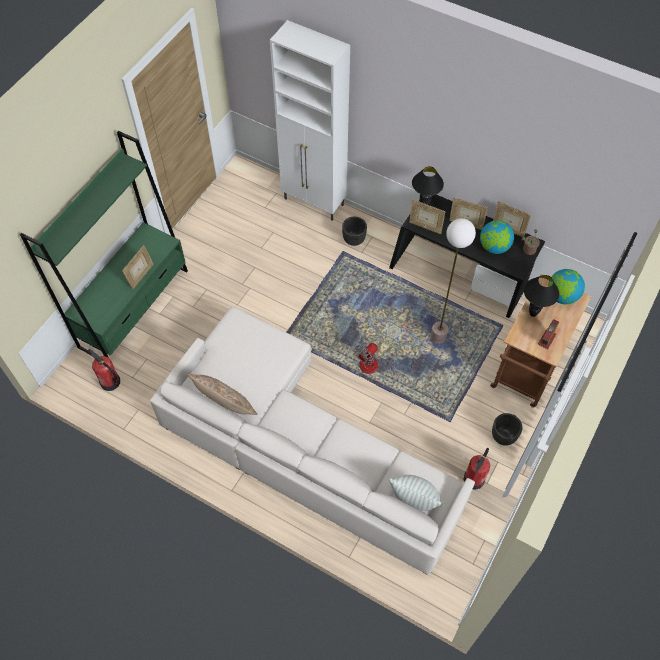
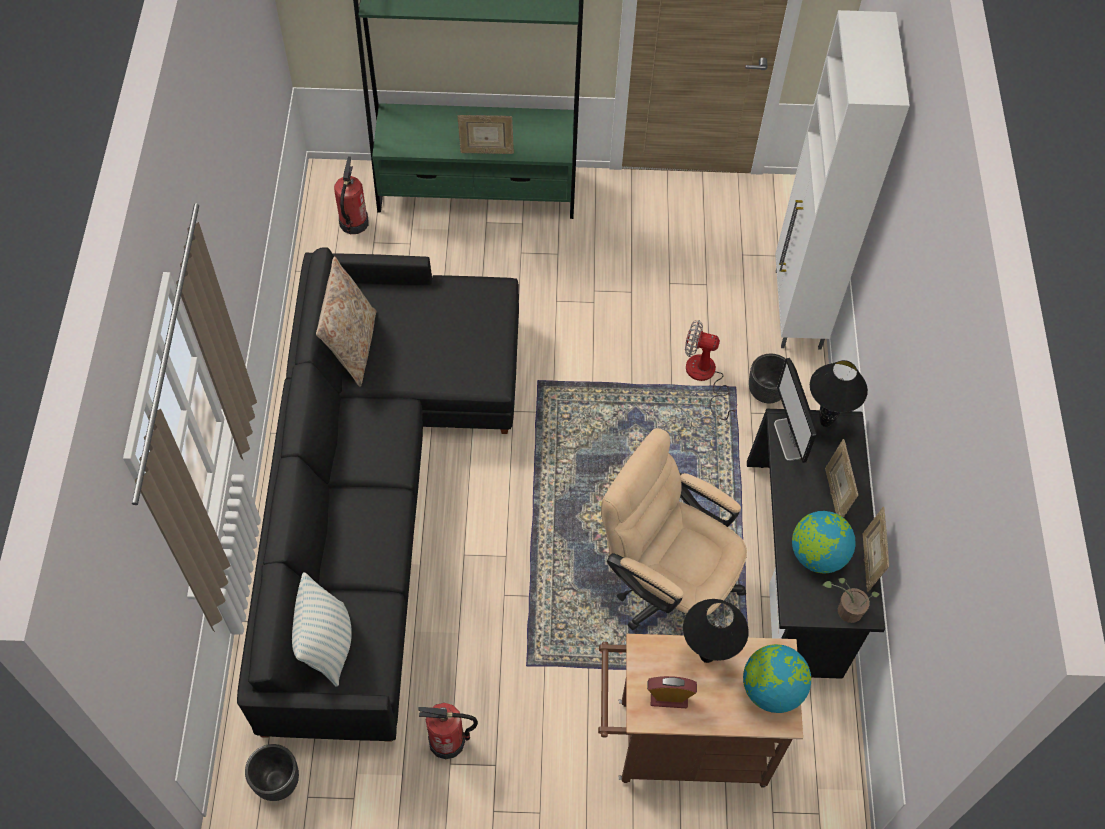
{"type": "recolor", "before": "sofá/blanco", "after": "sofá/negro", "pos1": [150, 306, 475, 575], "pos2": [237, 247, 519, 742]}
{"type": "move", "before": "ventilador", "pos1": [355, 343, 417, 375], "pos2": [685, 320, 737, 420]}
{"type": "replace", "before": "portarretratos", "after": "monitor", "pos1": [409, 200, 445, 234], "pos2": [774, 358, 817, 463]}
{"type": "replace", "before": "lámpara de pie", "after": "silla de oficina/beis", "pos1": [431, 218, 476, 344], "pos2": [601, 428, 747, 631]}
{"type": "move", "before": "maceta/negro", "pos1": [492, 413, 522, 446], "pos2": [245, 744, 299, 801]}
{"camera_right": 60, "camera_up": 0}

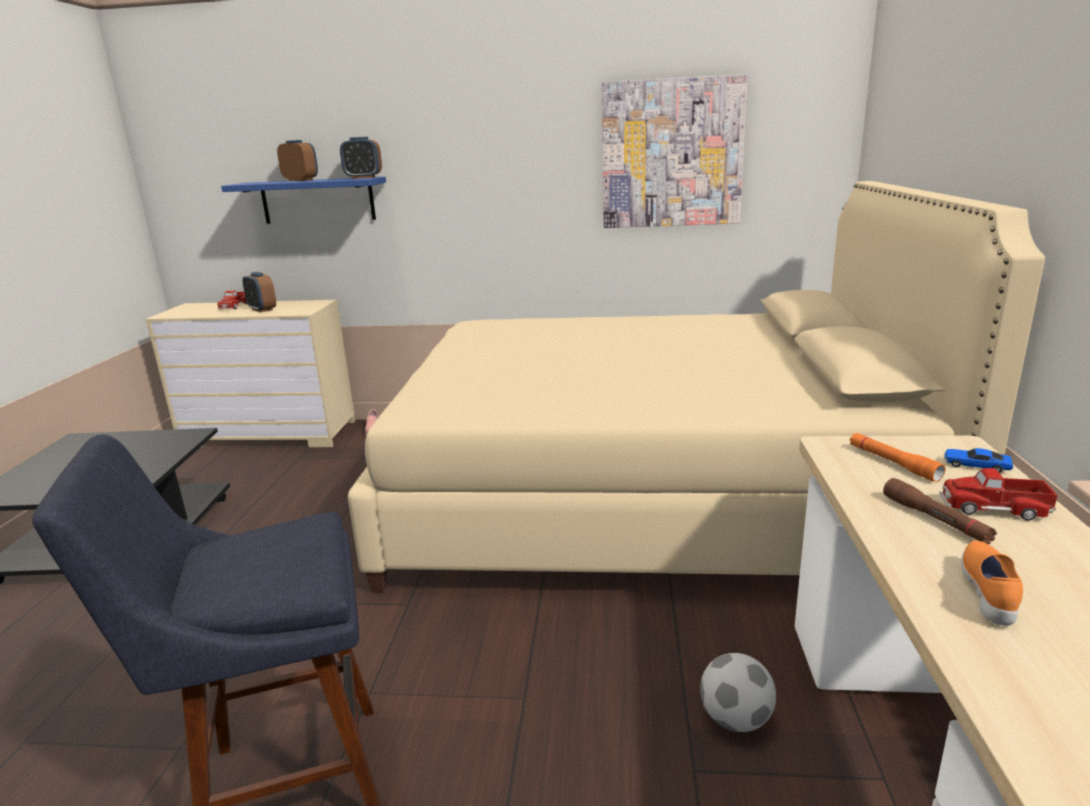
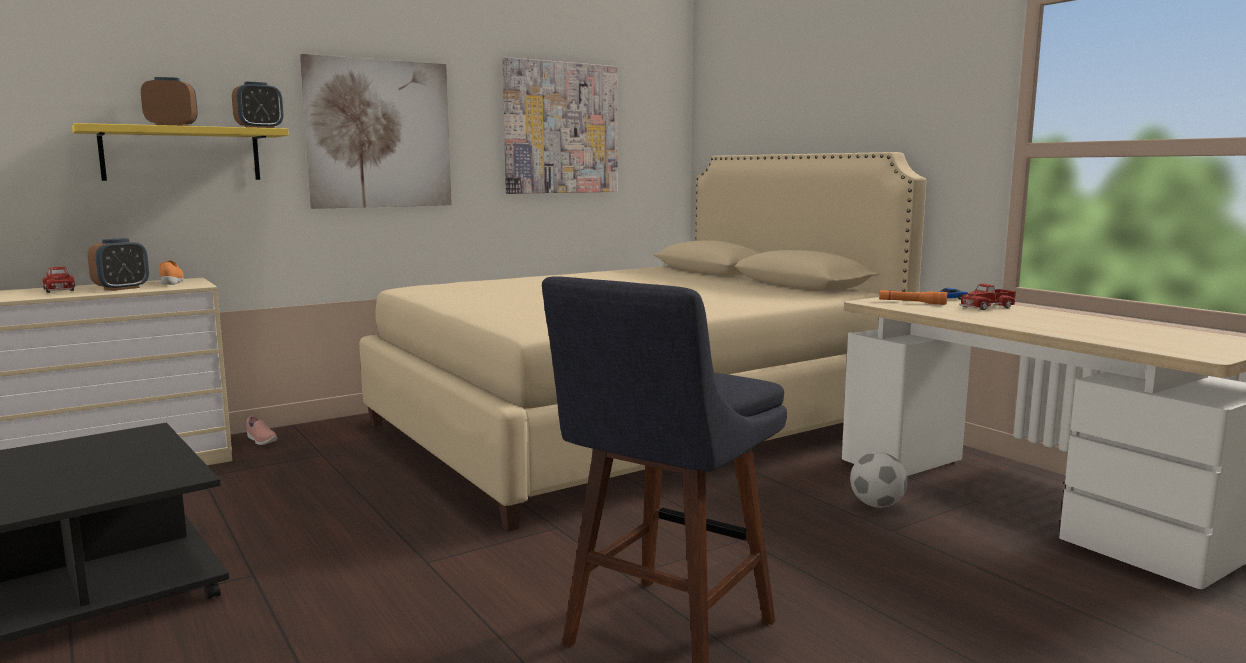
{"type": "recolor", "before": "estante/azul", "after": "estante/amarillo", "pos1": [221, 177, 386, 224], "pos2": [72, 123, 289, 181]}
{"type": "rotate", "before": "despertador", "pos1": [242, 272, 276, 312], "pos2": [88, 238, 149, 291], "turn": -60}
{"type": "delete", "before": "linterna/marrón", "pos1": [883, 478, 997, 544]}
{"type": "move", "before": "zapato/naranja", "pos1": [961, 541, 1023, 626], "pos2": [159, 260, 184, 285]}
{"type": "insert", "after": "cuadro", "pos2": [300, 54, 452, 209]}
{"camera_right": -40, "camera_up": -10}

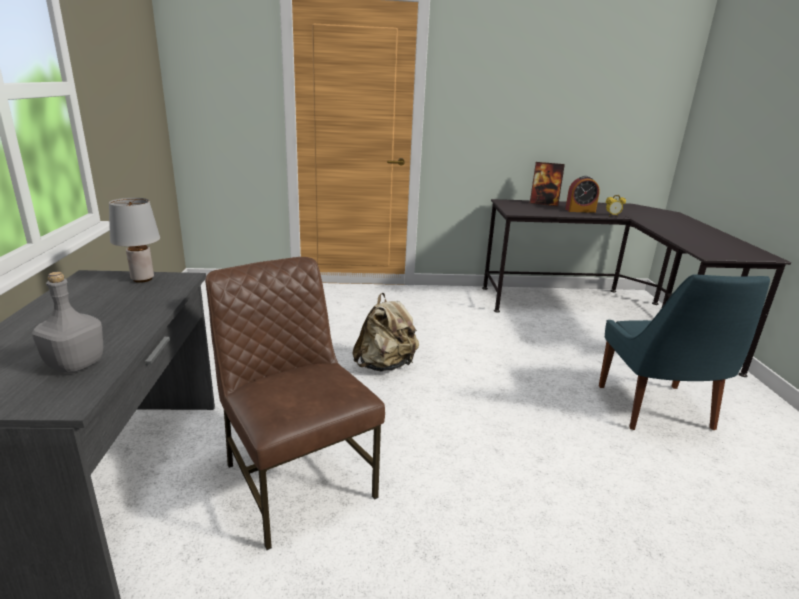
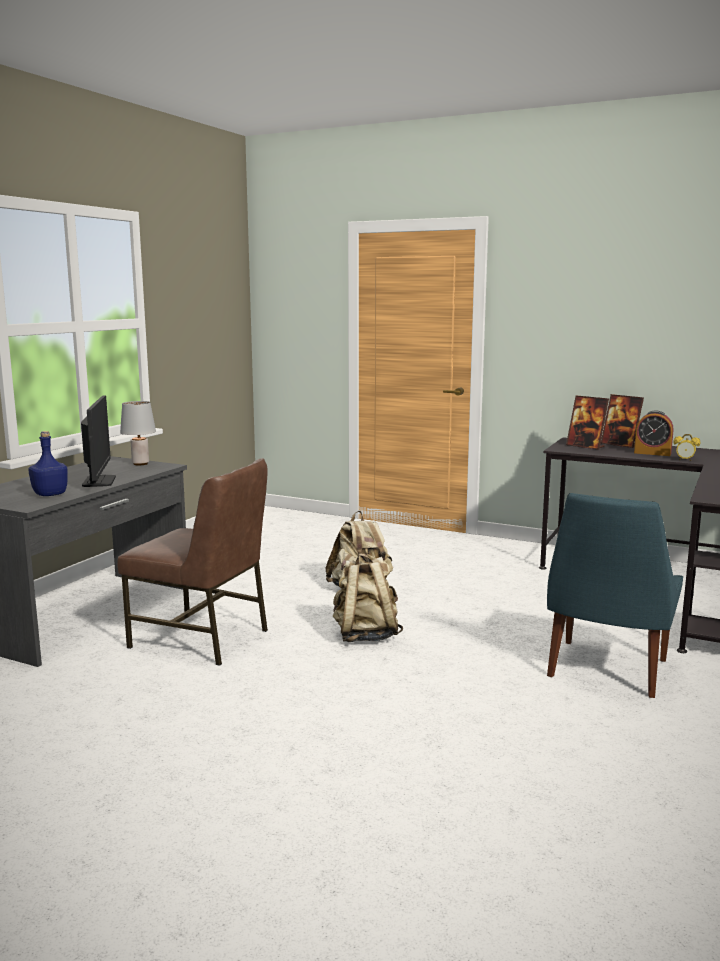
{"type": "recolor", "before": "botella/gris", "after": "botella/azul", "pos1": [32, 272, 103, 373], "pos2": [28, 431, 68, 496]}
{"type": "rotate", "before": "silla/marrón", "pos1": [205, 257, 385, 550], "pos2": [117, 458, 268, 666], "turn": 120}
{"type": "insert", "after": "monitor", "pos2": [81, 395, 116, 487]}
{"type": "insert", "after": "mochila/beis", "pos2": [333, 553, 403, 642]}
{"type": "insert", "after": "portarretratos", "pos2": [566, 395, 609, 450]}
{"camera_right": 30, "camera_up": -10}

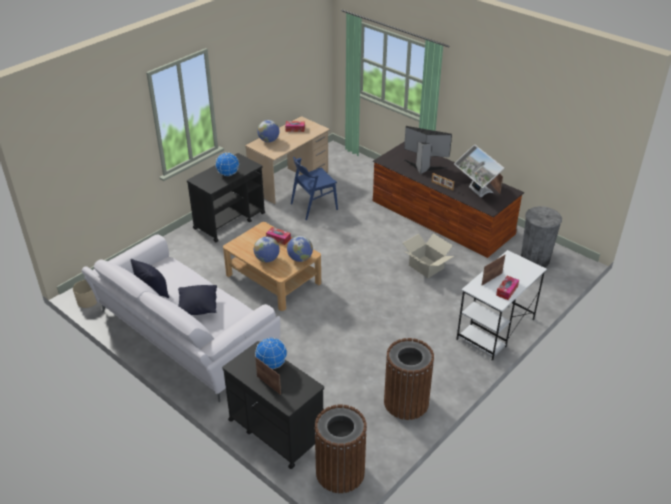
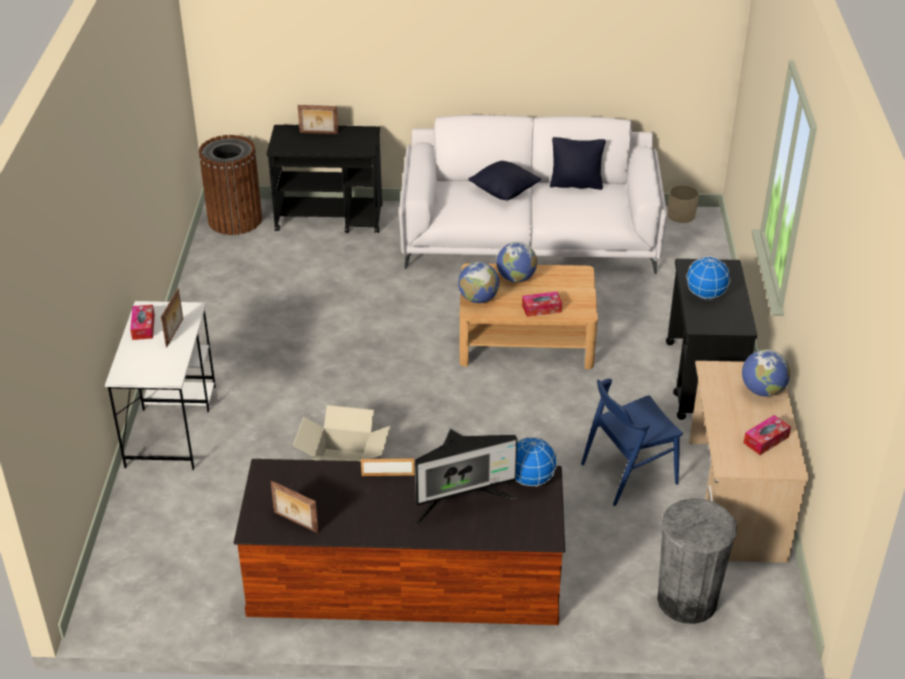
{"type": "move", "before": "globo terráqueo", "pos1": [255, 338, 287, 369], "pos2": [515, 437, 557, 487]}
{"type": "rotate", "before": "silla/azul", "pos1": [291, 157, 338, 220], "pos2": [581, 379, 683, 506], "turn": -135}
{"type": "delete", "before": "papelera/marrón", "pos1": [384, 338, 434, 420]}
{"type": "delete", "before": "monitor", "pos1": [454, 145, 505, 197]}
{"type": "move", "before": "papelera/gris", "pos1": [521, 206, 562, 268], "pos2": [657, 498, 737, 624]}
{"camera_right": 140, "camera_up": 0}

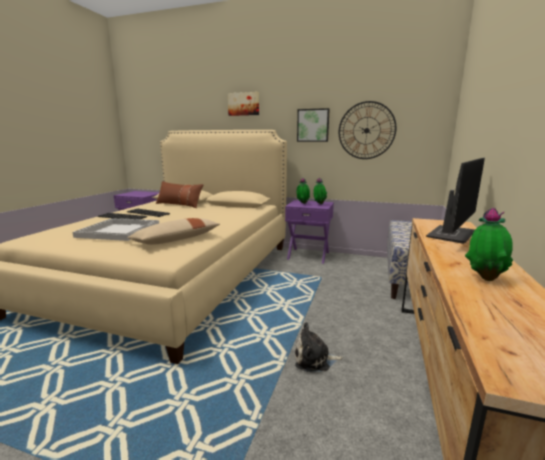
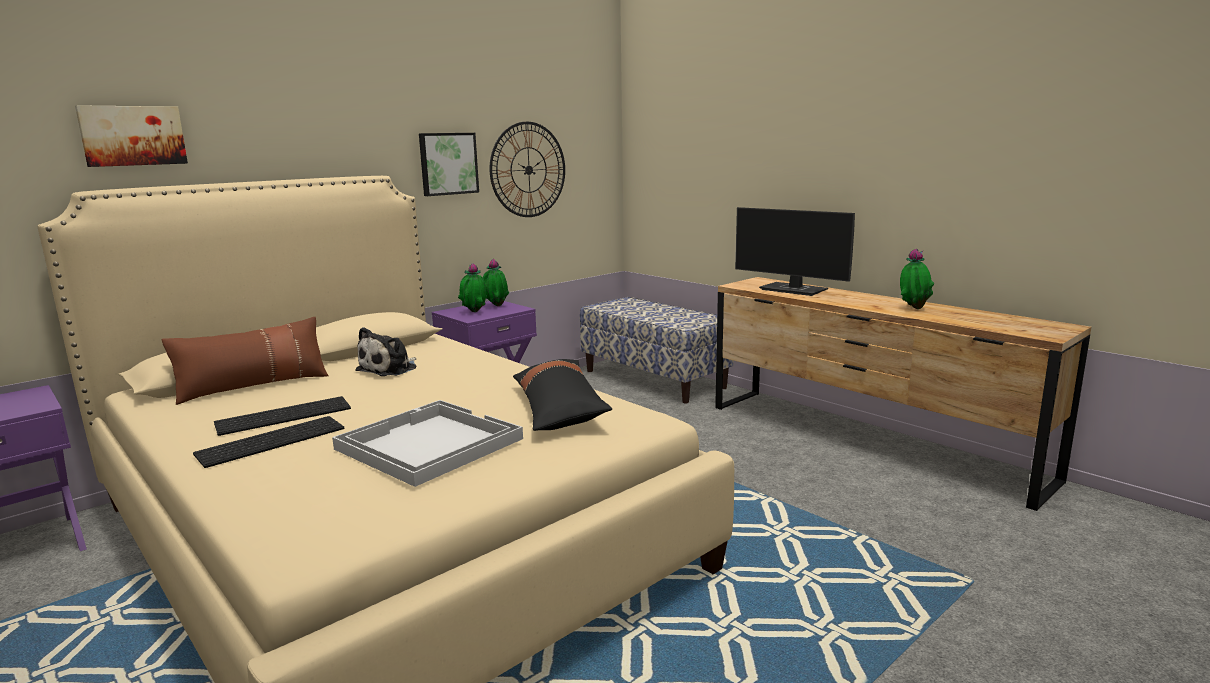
{"type": "recolor", "before": "cojín/beis", "after": "cojín/negro", "pos1": [127, 218, 220, 245], "pos2": [513, 359, 612, 431]}
{"type": "move", "before": "cuadro", "pos1": [228, 92, 259, 116], "pos2": [75, 105, 188, 167]}
{"type": "move", "before": "peluche", "pos1": [295, 322, 343, 372], "pos2": [355, 327, 417, 376]}
{"type": "rotate", "before": "monitor", "pos1": [426, 158, 485, 244], "pos2": [735, 207, 855, 296], "turn": 150}
{"camera_right": -60, "camera_up": 0}

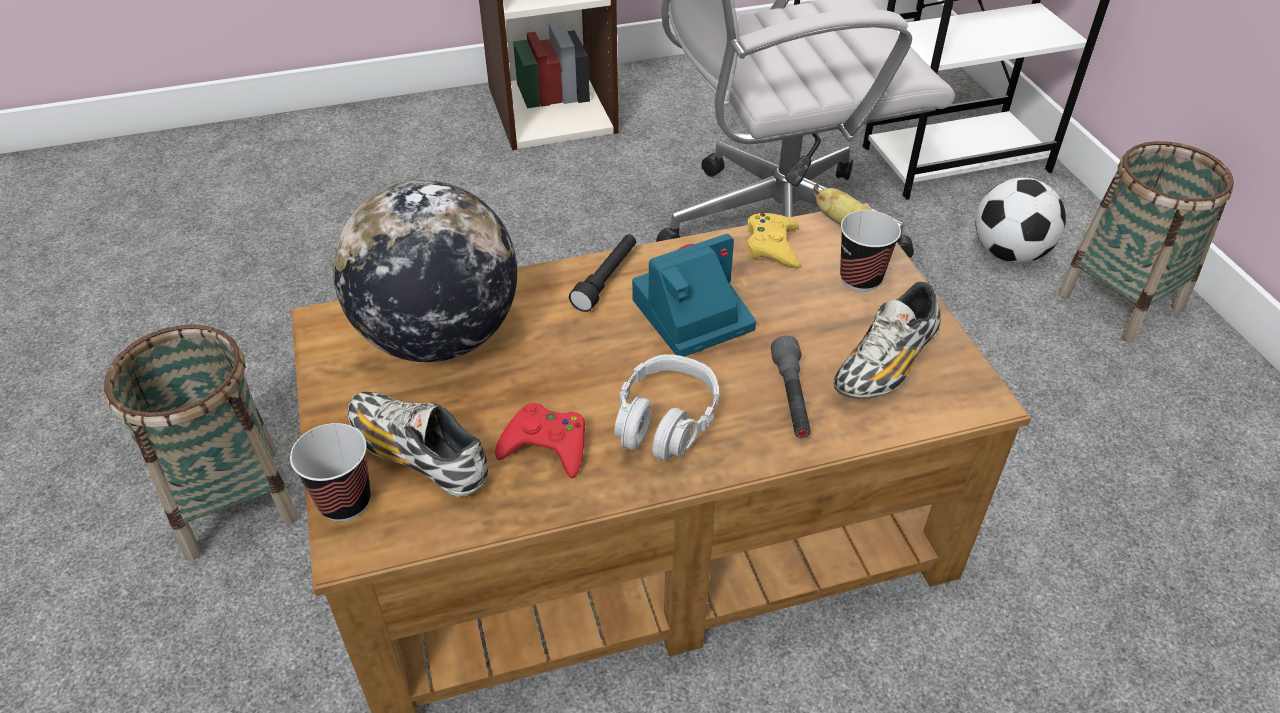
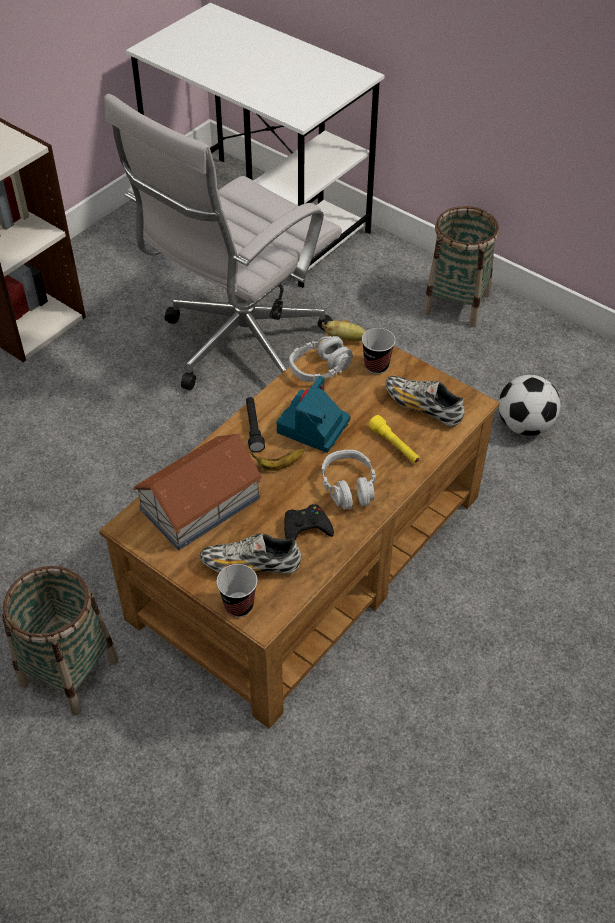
{"type": "replace", "before": "globo terráqueo", "after": "casita", "pos1": [333, 180, 517, 362], "pos2": [133, 434, 263, 550]}
{"type": "recolor", "before": "mando de consola/rojo", "after": "mando de consola/negro", "pos1": [495, 403, 585, 478], "pos2": [284, 504, 334, 540]}
{"type": "replace", "before": "mando de consola/amarillo", "after": "auriculares/gris", "pos1": [747, 213, 801, 268], "pos2": [289, 336, 353, 382]}
{"type": "recolor", "before": "linterna/gris", "after": "linterna/amarillo", "pos1": [771, 336, 811, 438], "pos2": [369, 415, 420, 464]}
{"type": "rotate", "before": "zapato", "pos1": [833, 282, 941, 399], "pos2": [385, 376, 465, 426], "turn": 120}
{"type": "move", "before": "balón de fútbol", "pos1": [975, 178, 1066, 263], "pos2": [498, 375, 560, 436]}
{"type": "insert", "after": "plátano", "pos2": [251, 448, 305, 471]}
{"camera_right": -35, "camera_up": 5}

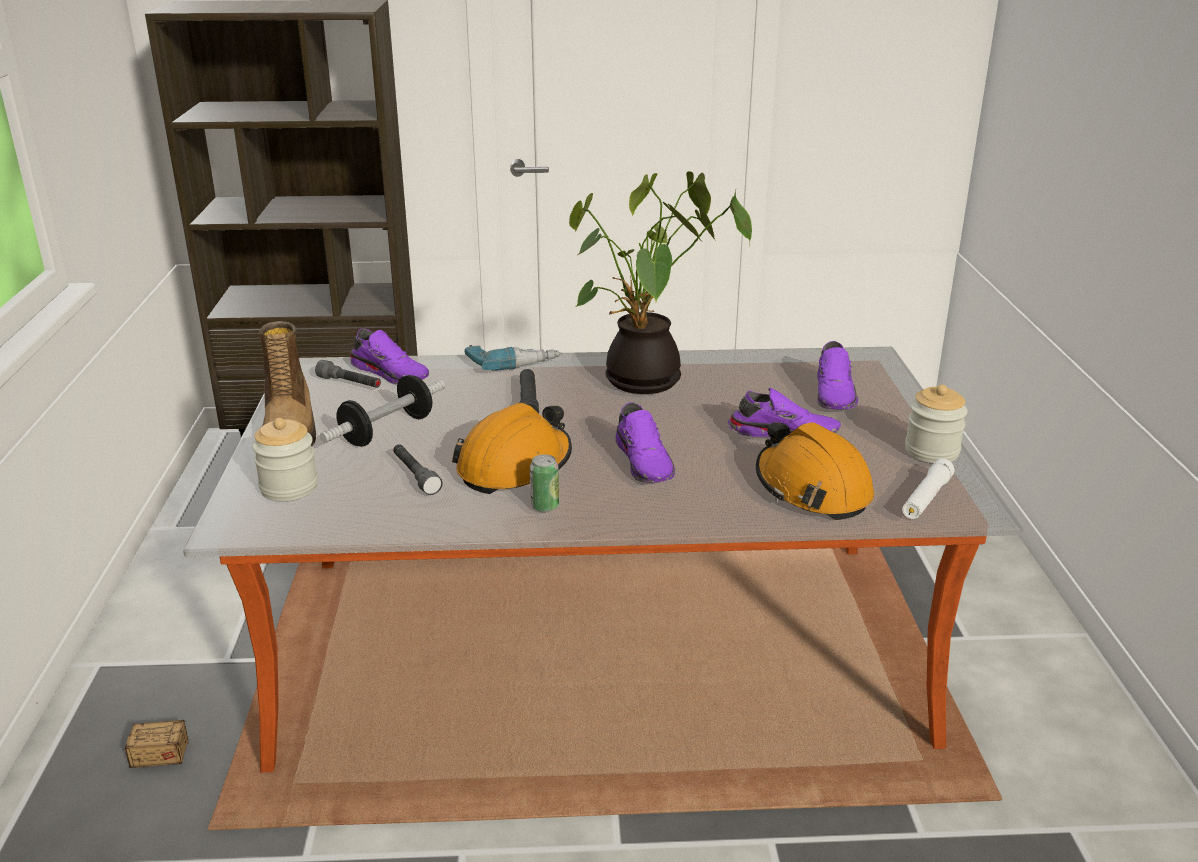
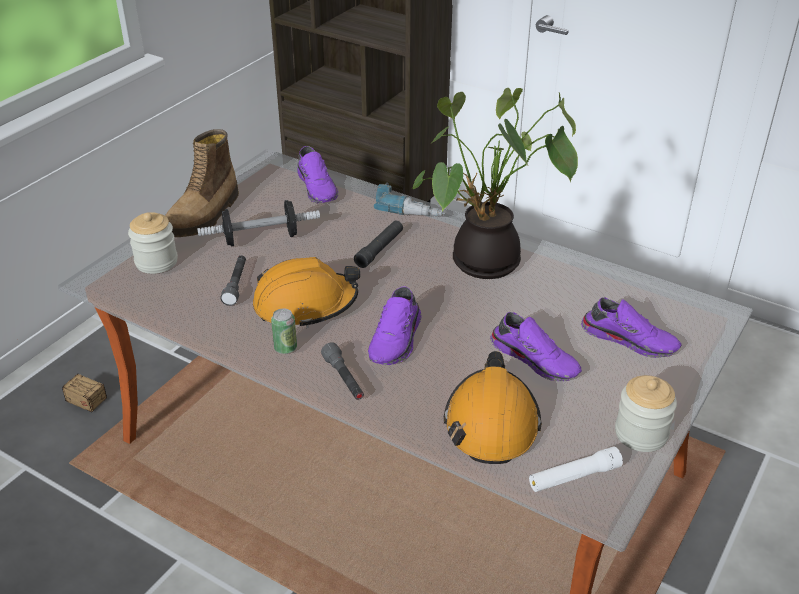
{"type": "move", "before": "linterna/gris", "pos1": [315, 360, 381, 388], "pos2": [321, 342, 364, 400]}
{"type": "rotate", "before": "zapato/morado", "pos1": [817, 341, 858, 409], "pos2": [581, 297, 682, 358], "turn": -105}
{"camera_right": 35, "camera_up": 10}

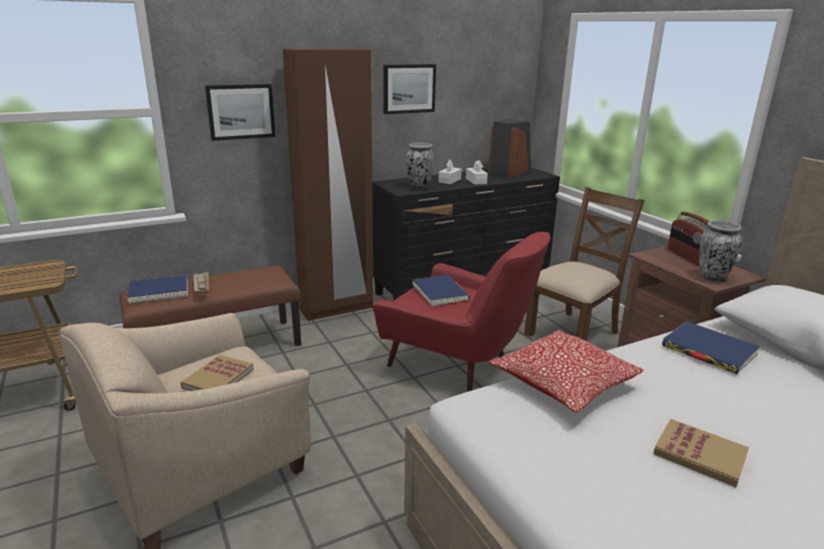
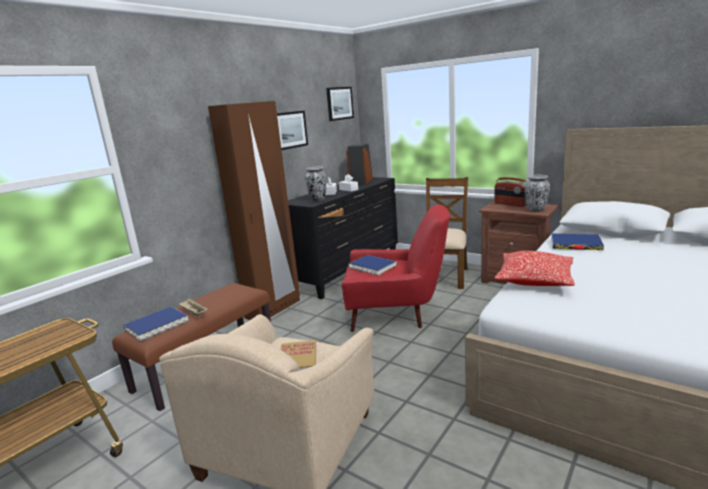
{"type": "move", "before": "cuadro", "pos1": [205, 84, 275, 141], "pos2": [326, 87, 354, 121]}
{"type": "delete", "before": "libro", "pos1": [653, 419, 749, 487]}
{"camera_right": -25, "camera_up": -5}

